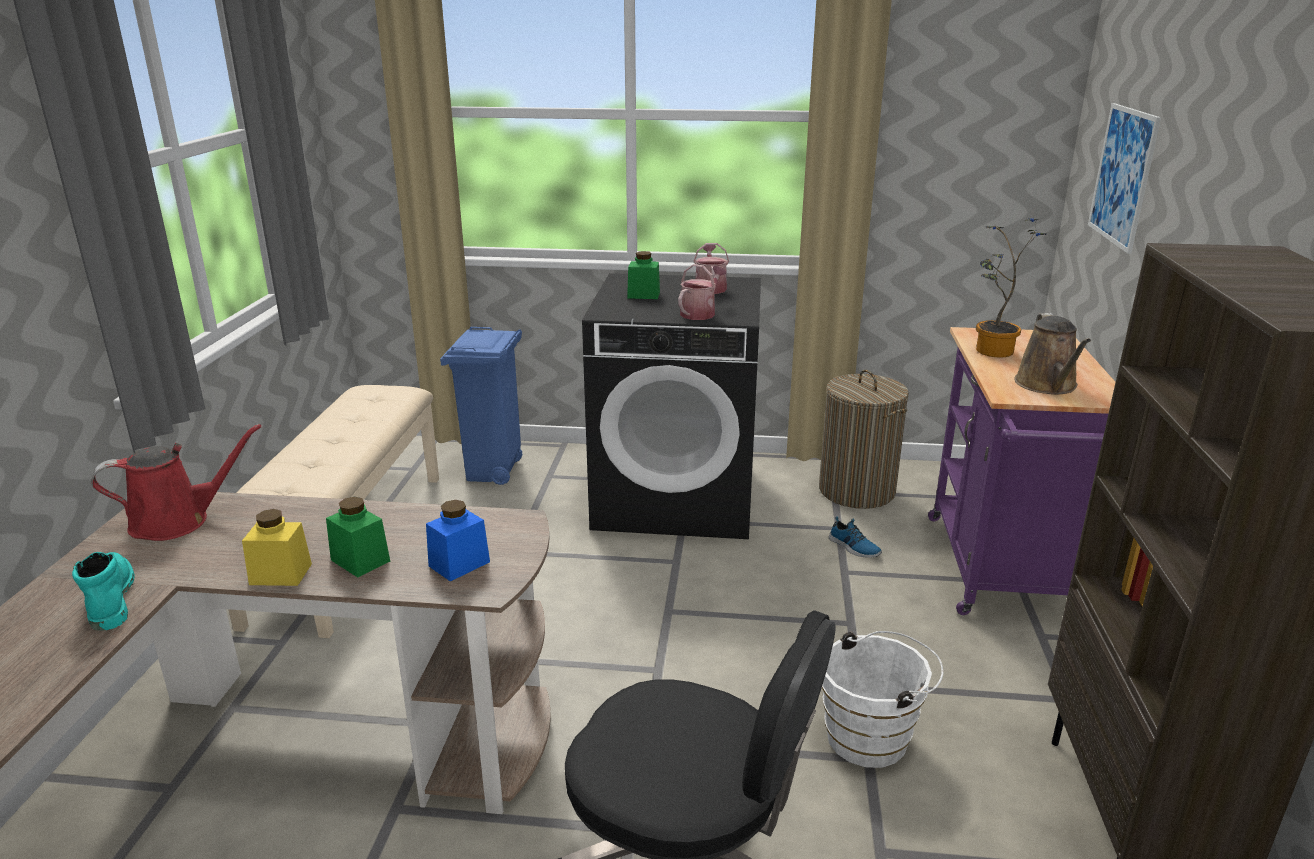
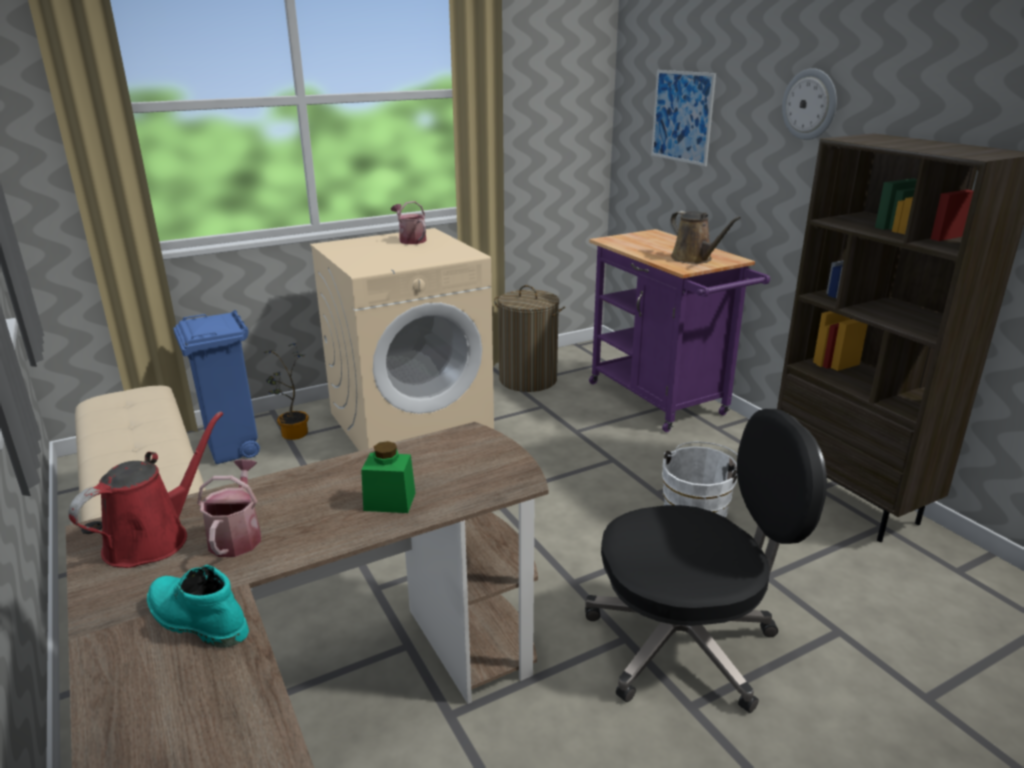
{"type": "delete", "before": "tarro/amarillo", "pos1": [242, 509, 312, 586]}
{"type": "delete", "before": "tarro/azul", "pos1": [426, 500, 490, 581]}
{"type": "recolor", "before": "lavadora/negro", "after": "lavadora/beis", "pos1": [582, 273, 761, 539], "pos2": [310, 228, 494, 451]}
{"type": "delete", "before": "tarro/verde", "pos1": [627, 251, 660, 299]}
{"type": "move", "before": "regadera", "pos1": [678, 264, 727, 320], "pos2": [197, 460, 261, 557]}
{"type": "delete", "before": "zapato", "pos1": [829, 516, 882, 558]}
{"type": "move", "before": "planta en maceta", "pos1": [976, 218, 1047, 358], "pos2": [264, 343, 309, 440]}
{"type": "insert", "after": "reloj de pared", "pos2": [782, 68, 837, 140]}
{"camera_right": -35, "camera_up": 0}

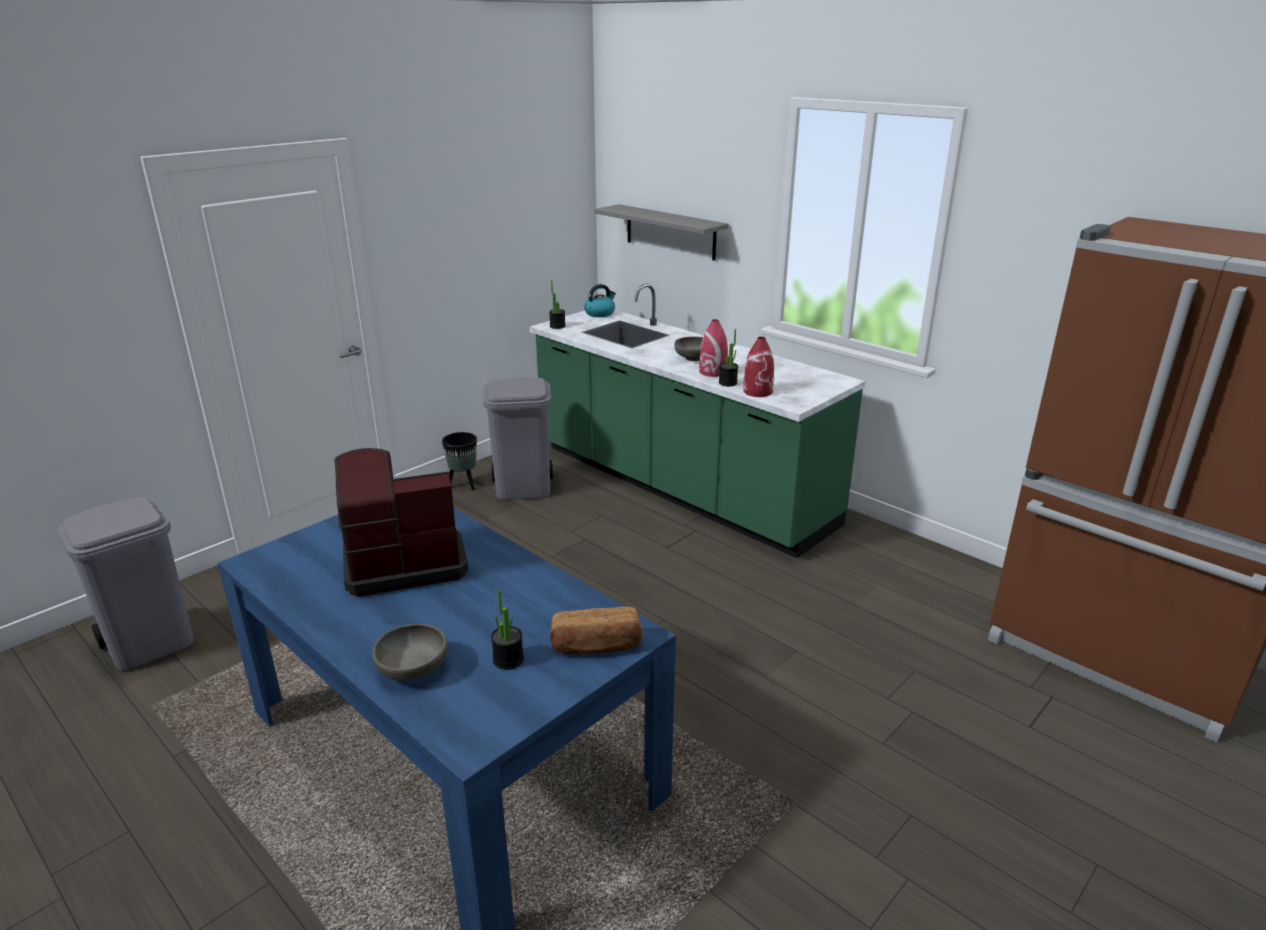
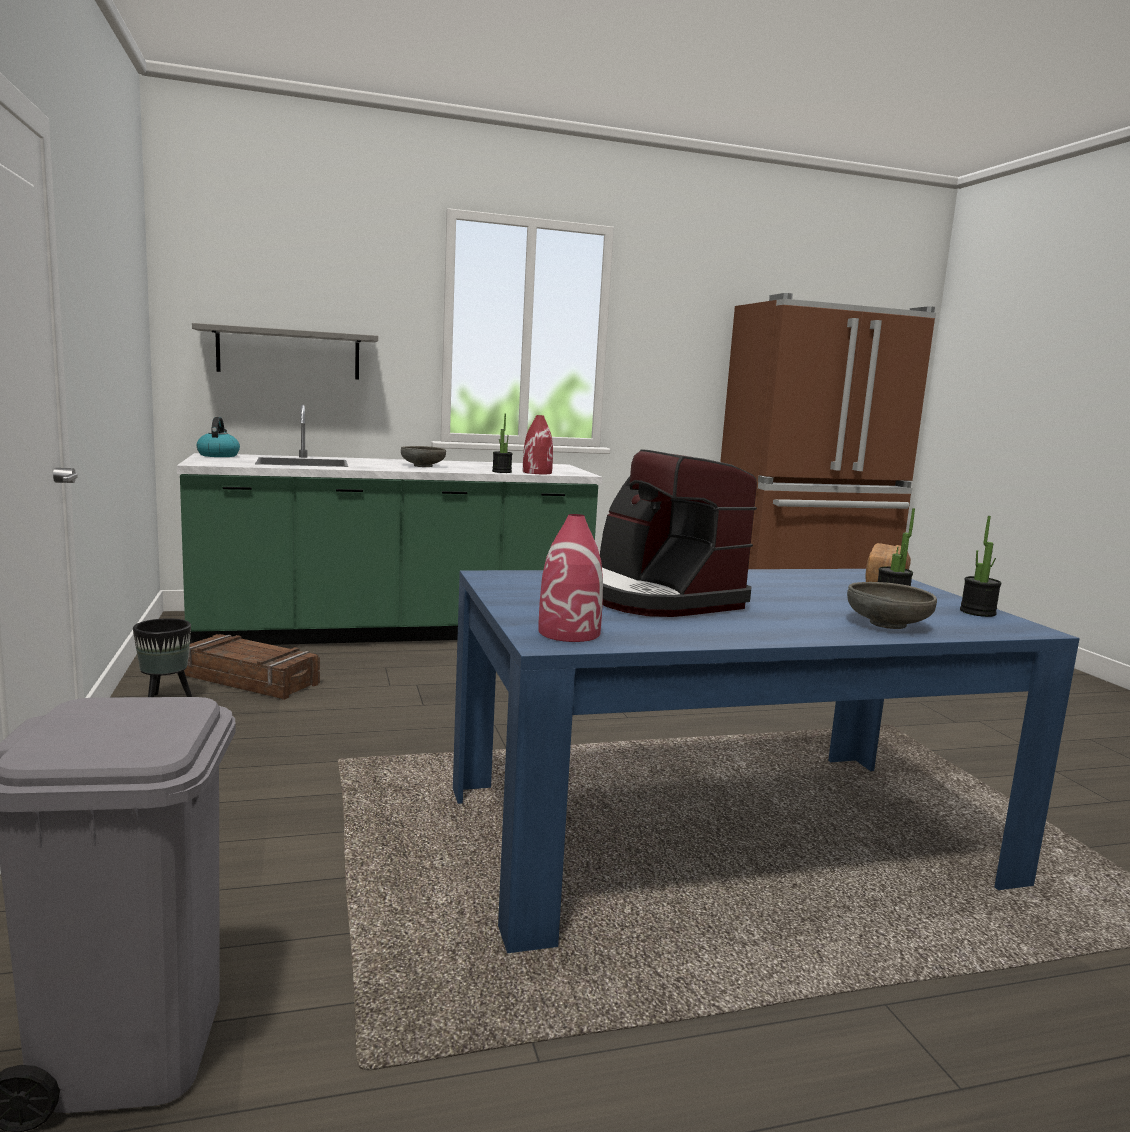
{"type": "rotate", "before": "cafetera", "pos1": [335, 448, 469, 597], "pos2": [600, 449, 757, 617], "turn": -45}
{"type": "replace", "before": "papelera/gris", "after": "caja de embalaje", "pos1": [483, 377, 553, 500], "pos2": [184, 634, 320, 700]}
{"type": "move", "before": "planta en maceta", "pos1": [549, 280, 566, 329], "pos2": [960, 516, 1001, 617]}
{"type": "move", "before": "florero/rojo", "pos1": [699, 319, 728, 377], "pos2": [539, 514, 603, 642]}
{"camera_right": -60, "camera_up": -15}

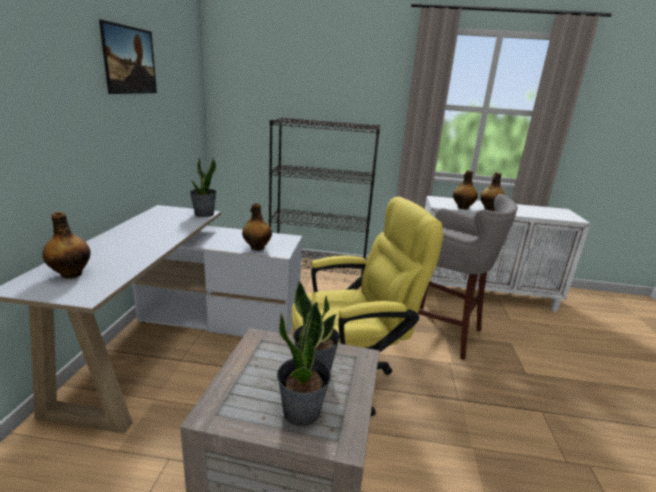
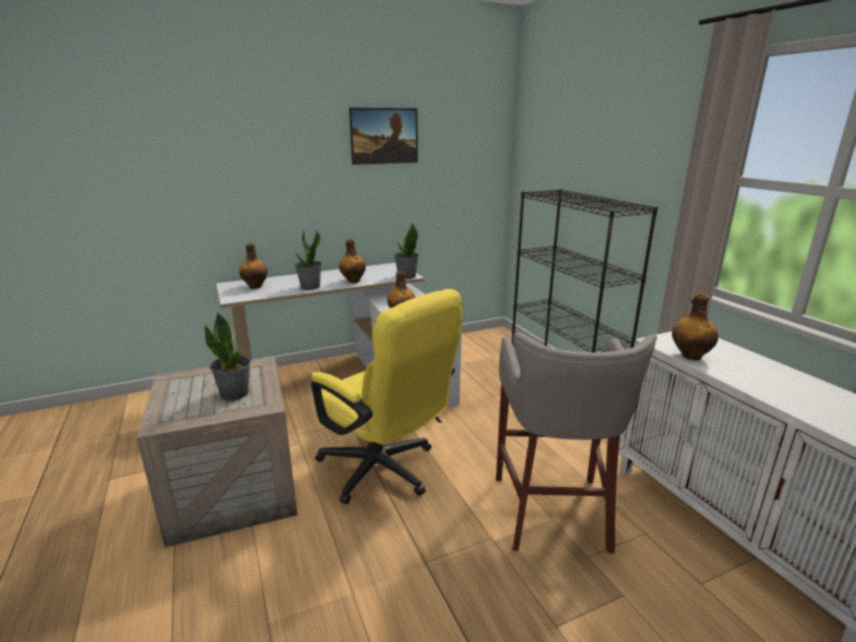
{"type": "move", "before": "planta en maceta", "pos1": [277, 302, 331, 426], "pos2": [295, 230, 322, 290]}
{"type": "move", "before": "botella", "pos1": [480, 173, 505, 211], "pos2": [339, 239, 366, 283]}
{"camera_right": 60, "camera_up": 0}

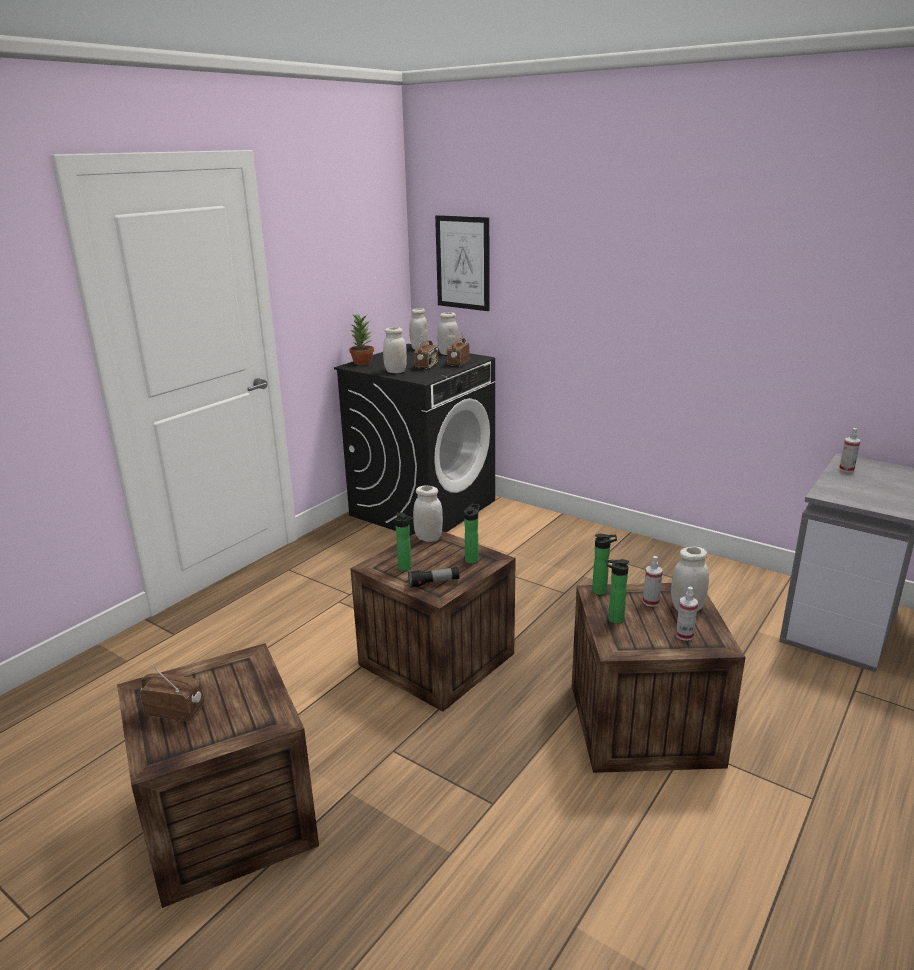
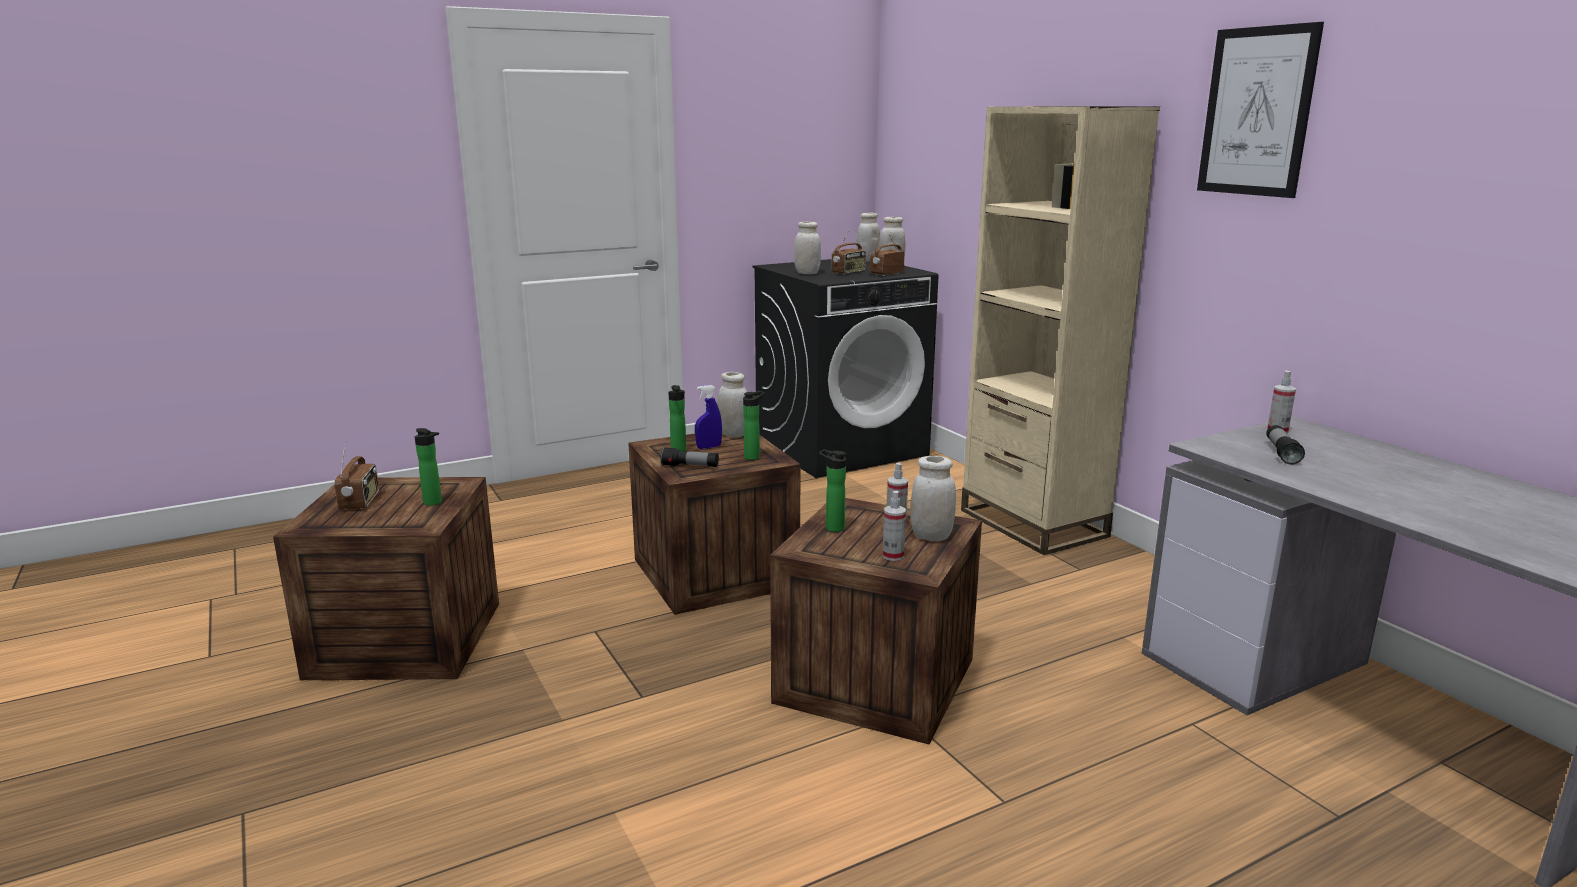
{"type": "rotate", "before": "radio", "pos1": [140, 664, 204, 721], "pos2": [334, 442, 379, 510], "turn": 45}
{"type": "delete", "before": "planta en maceta", "pos1": [349, 314, 374, 365]}
{"type": "move", "before": "cuadro", "pos1": [435, 215, 489, 311], "pos2": [1197, 22, 1324, 198]}
{"type": "move", "before": "botella", "pos1": [592, 534, 617, 595], "pos2": [415, 428, 442, 506]}
{"type": "insert", "after": "pulverizador/azul", "pos2": [695, 385, 722, 449]}
{"type": "insert", "after": "estantería/beis", "pos2": [961, 106, 1160, 555]}
{"type": "insert", "after": "linterna", "pos2": [1266, 425, 1305, 465]}
{"camera_right": 25, "camera_up": -5}

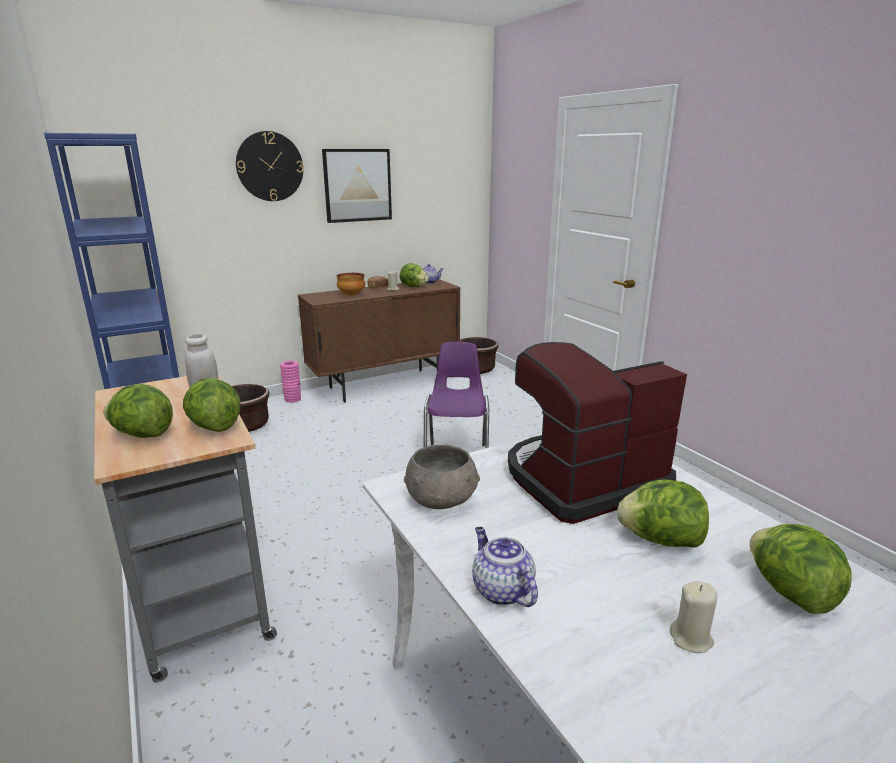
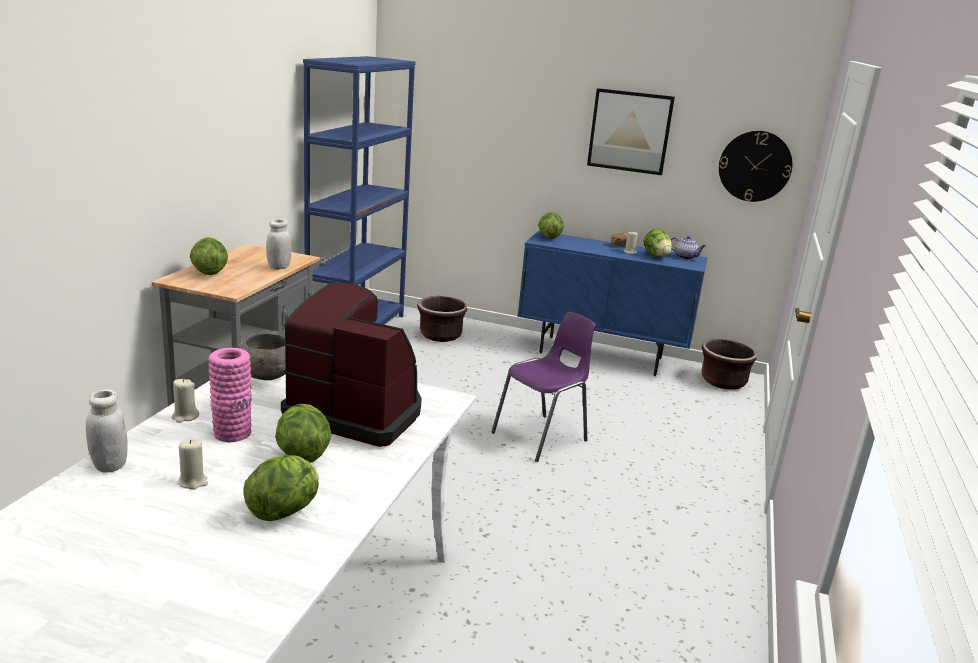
{"type": "move", "before": "lechuga", "pos1": [183, 378, 241, 432], "pos2": [538, 212, 564, 239]}
{"type": "move", "before": "reloj de pared", "pos1": [236, 131, 304, 201], "pos2": [719, 131, 792, 202]}
{"type": "move", "before": "florero/rosa", "pos1": [280, 361, 301, 403], "pos2": [208, 348, 252, 442]}
{"type": "recolor", "before": "armario/marrón", "after": "armario/azul", "pos1": [298, 279, 461, 403], "pos2": [517, 231, 707, 376]}
{"type": "delete", "before": "cuenco", "pos1": [337, 273, 365, 296]}
{"type": "replace", "before": "tetera", "after": "vela/beis", "pos1": [472, 527, 538, 607], "pos2": [171, 379, 199, 423]}
{"type": "insert", "after": "tarro/blanco", "pos2": [86, 389, 128, 473]}
{"camera_right": 45, "camera_up": 0}

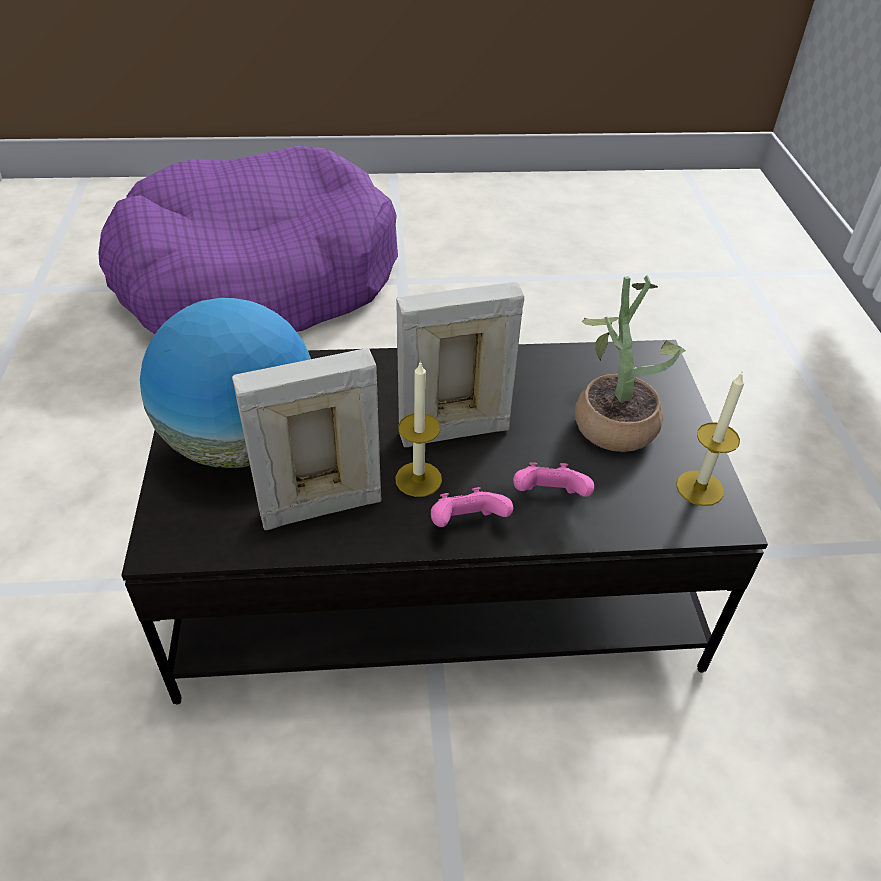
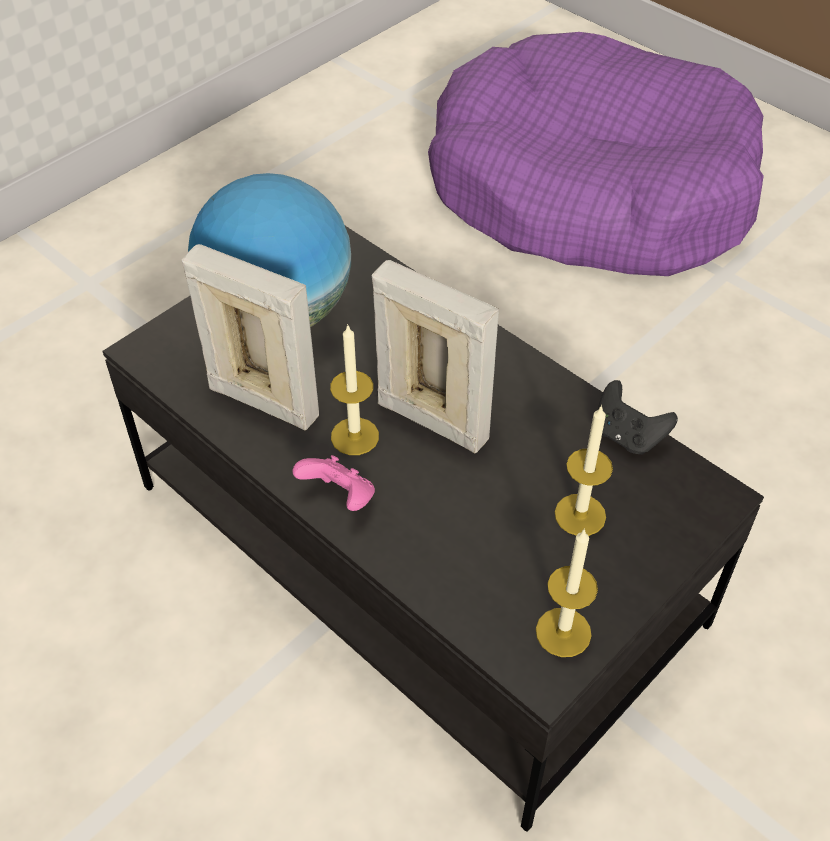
{"type": "delete", "before": "mando de consola/rosa", "pos1": [513, 462, 594, 497]}
{"type": "replace", "before": "planta en maceta", "after": "vela", "pos1": [575, 275, 686, 452], "pos2": [555, 405, 613, 536]}
{"type": "insert", "after": "mando de consola/negro", "pos2": [598, 380, 678, 455]}
{"camera_right": 50, "camera_up": 5}

